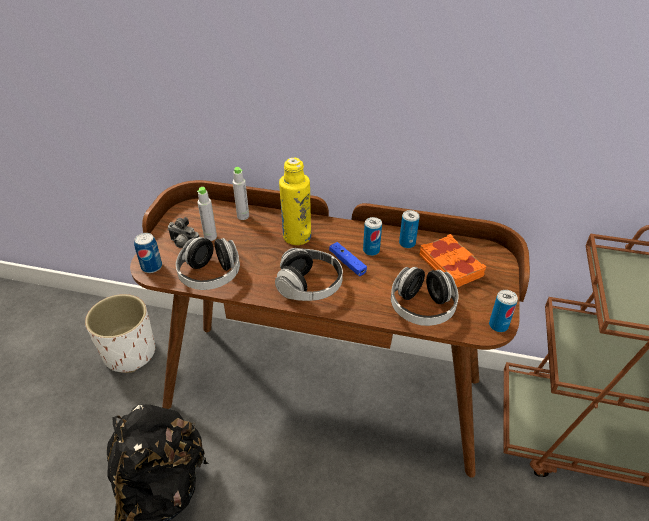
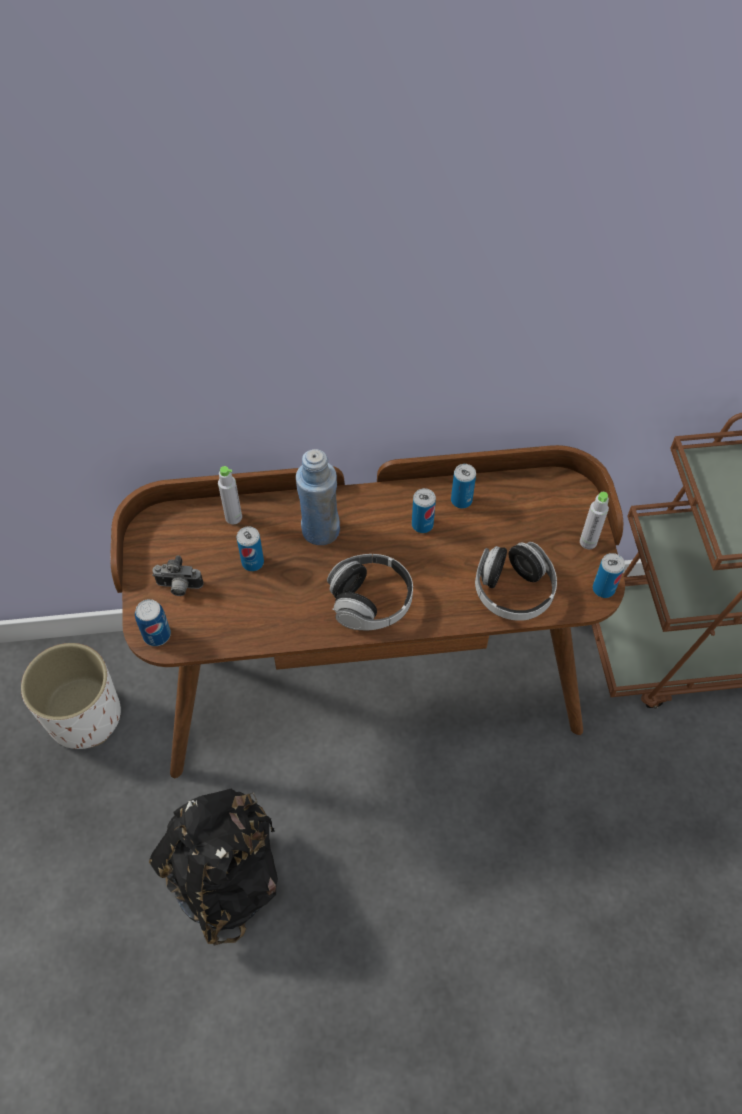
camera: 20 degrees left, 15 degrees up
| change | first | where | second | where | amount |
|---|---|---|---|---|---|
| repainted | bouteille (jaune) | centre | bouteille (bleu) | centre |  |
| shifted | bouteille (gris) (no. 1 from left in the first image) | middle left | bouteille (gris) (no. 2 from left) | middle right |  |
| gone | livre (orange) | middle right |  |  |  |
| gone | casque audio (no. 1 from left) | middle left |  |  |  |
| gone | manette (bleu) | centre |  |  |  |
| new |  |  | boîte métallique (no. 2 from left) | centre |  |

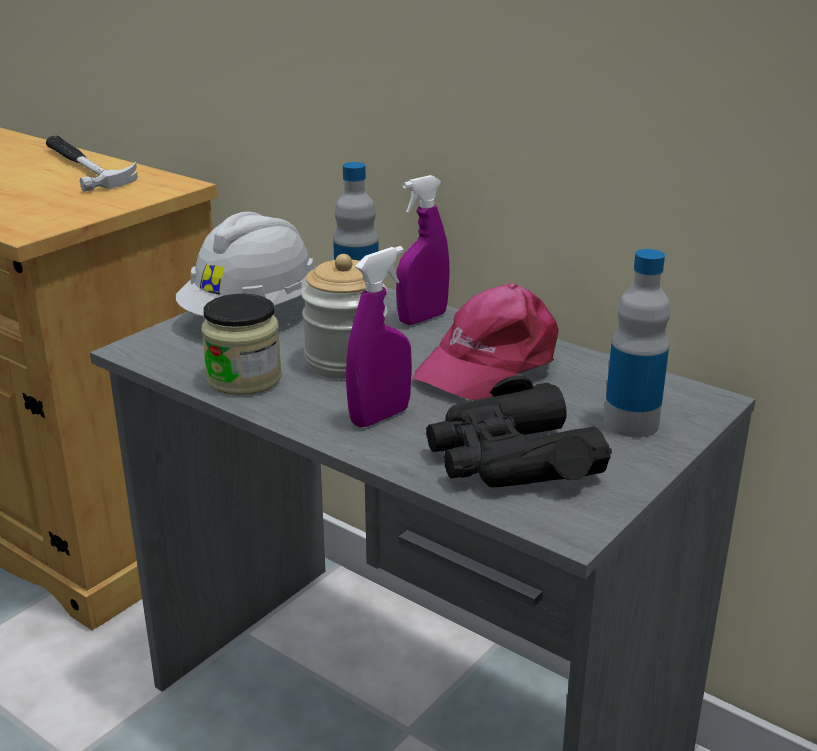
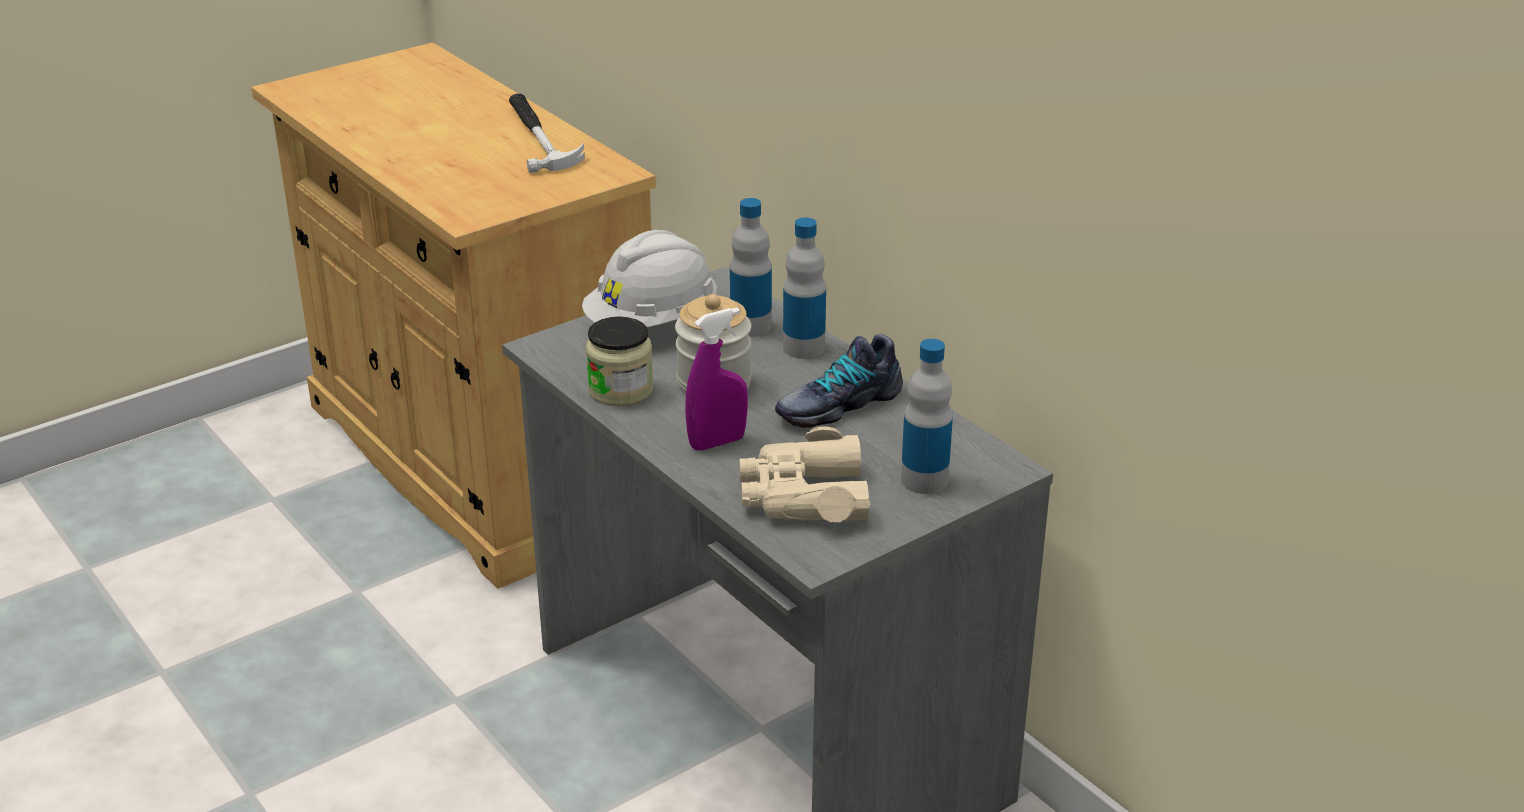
camera: 15 degrees right, 5 degrees up
| change | first | where | second | where | amount |
|---|---|---|---|---|---|
| swapped | vaporisateur (violet) (no. 2 from left) | top centre | bouteille (no. 2 from left) | centre |  |
| swapped | casquette (rose) | centre | chaussure | centre |  |
| repainted | jumelles (noir) | centre | jumelles (beige) | centre |  |

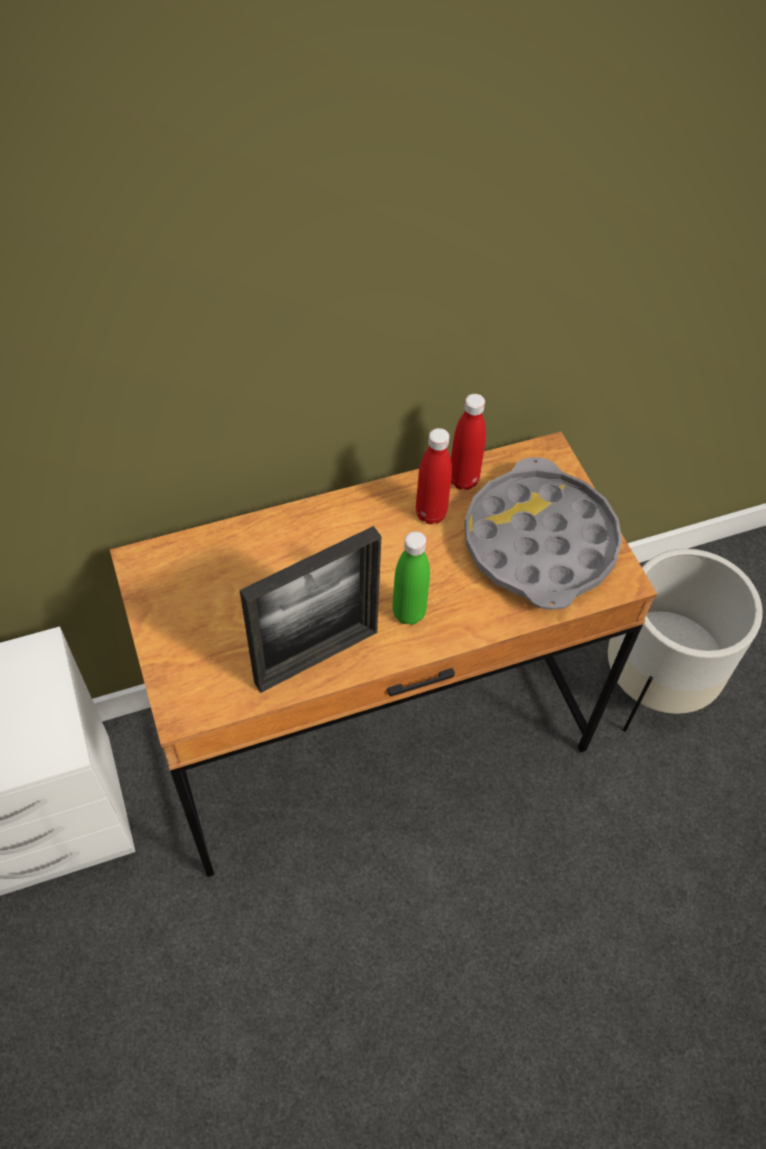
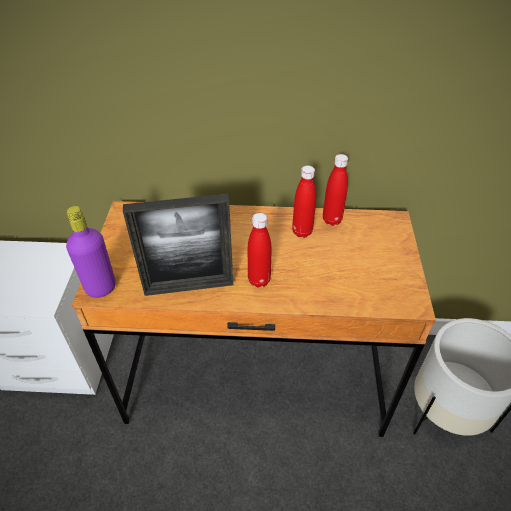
camera: 25 degrees right, 10 degrees down
| change | first | where | second | where | amount |
|---|---|---|---|---|---|
| gone | plateau (gris) | middle right |  |  |  |
| repainted | bouteille (vert) | centre | bouteille (rouge) (no. 1 from left) | centre |  |
| new |  |  | bouteille (violet) | middle left |  |

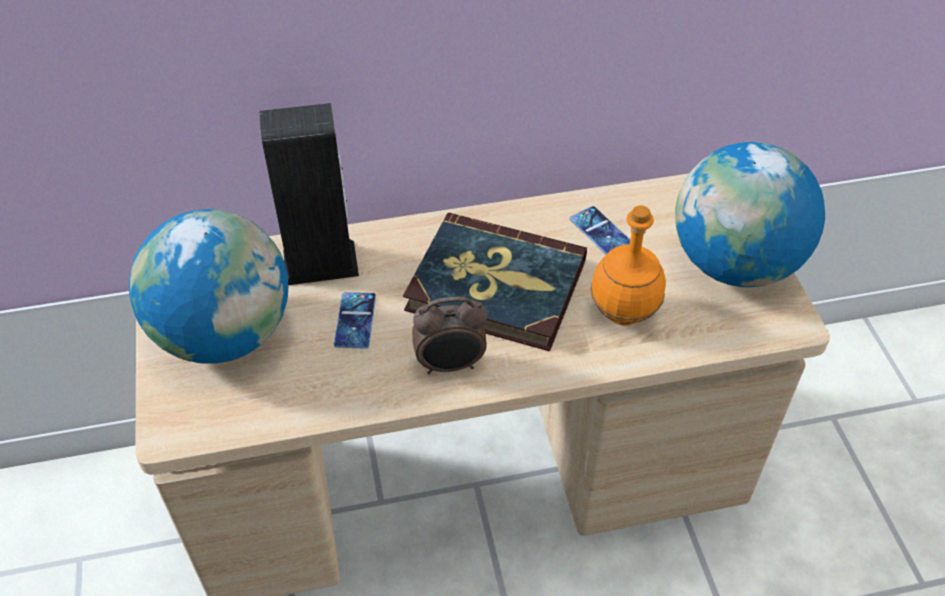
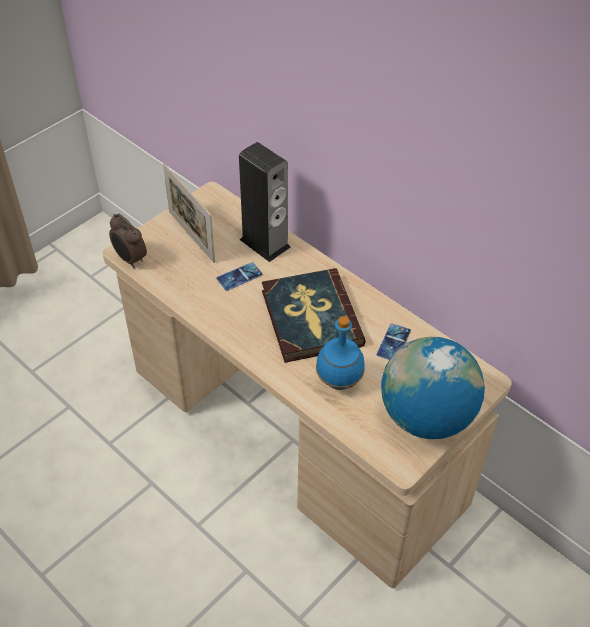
camera: 55 degrees right, 0 degrees up
| change | first | where | second | where | amount |
|---|---|---|---|---|---|
| repainted | bouteille (orange) | centre | bouteille (bleu) | centre |  |
| swapped | globe (no. 1 from left) | middle left | cadre photo | middle left |  |
| shifted | réveil | centre |  | middle left |  |

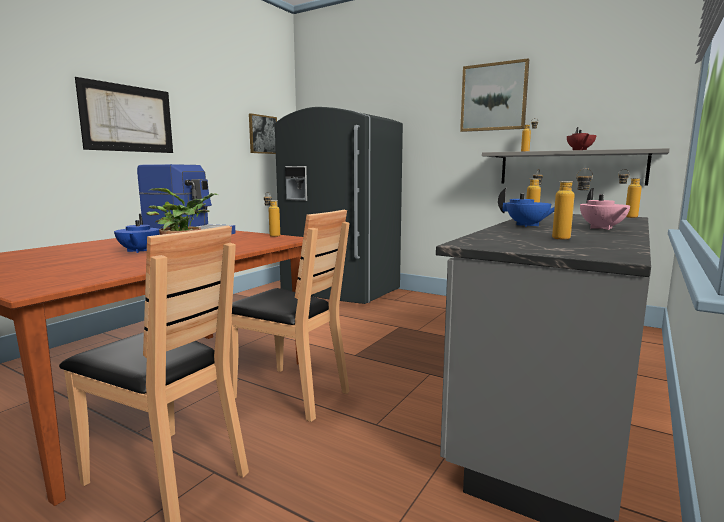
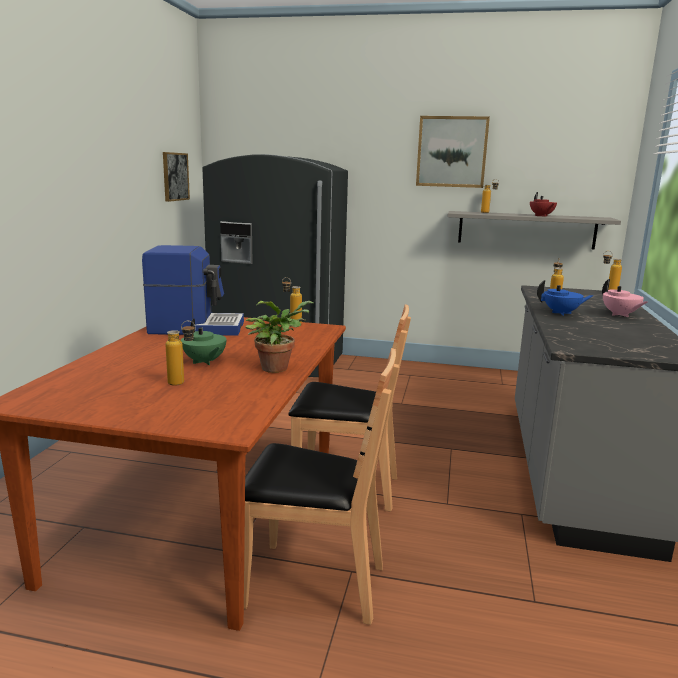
camera: 20 degrees left, 5 degrees up
| change | first | where | second | where | amount |
|---|---|---|---|---|---|
| gone | tableau (no. 1 from left) | top left |  |  |  |
| shifted | bouteille (no. 4 from left in the first image) | middle right | bouteille (no. 1 from left) | middle left |  |
| repainted | théière (bleu) (no. 1 from left) | middle left | théière (vert) | middle left |  |

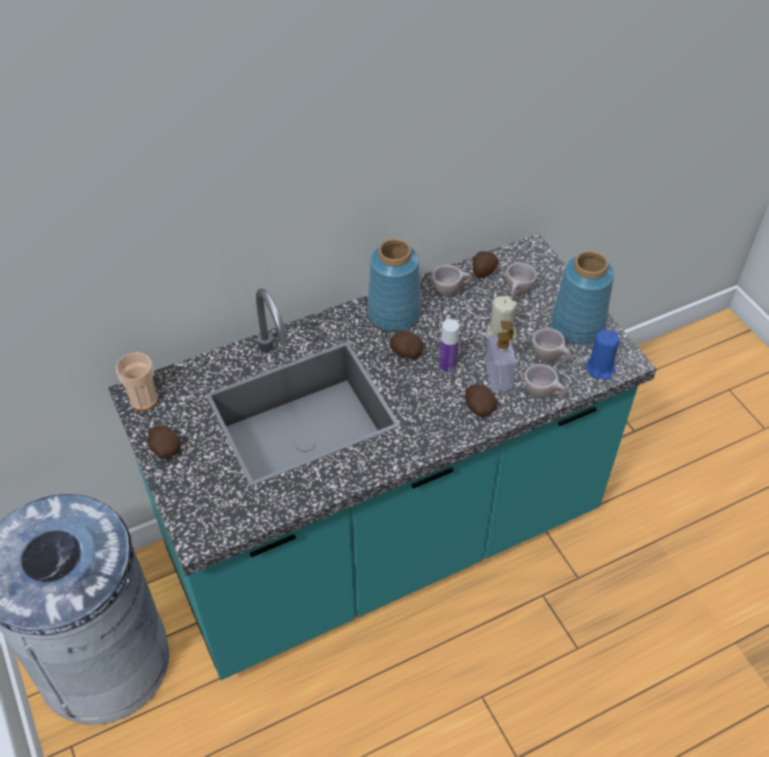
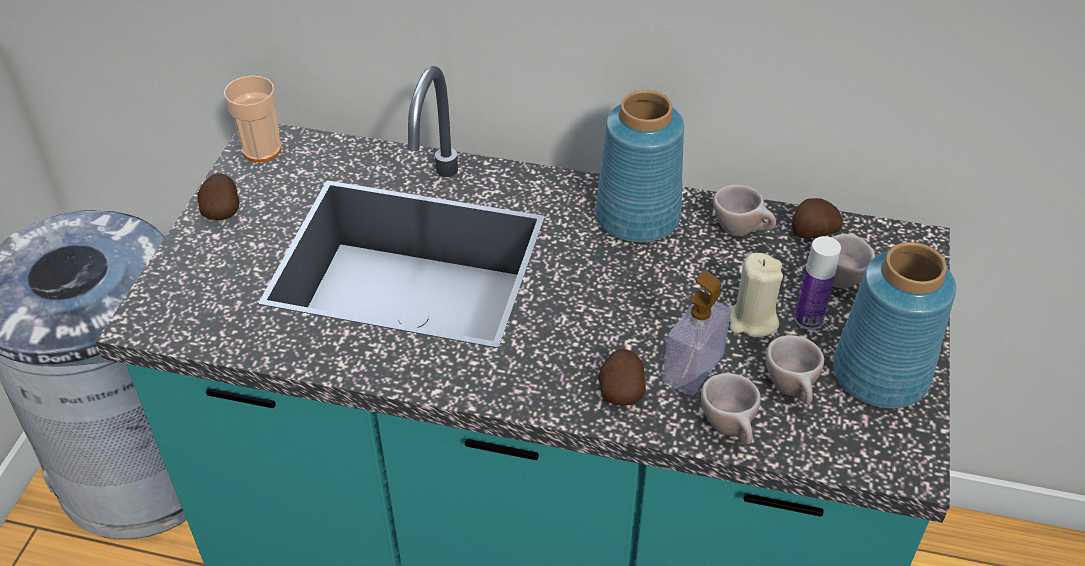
camera: 40 degrees right, 5 degrees down
| change | first | where | second | where | amount |
|---|---|---|---|---|---|
| shifted | bouteille | centre |  | middle right |  |
| gone | bougie (bleu) | middle right |  |  |  |
| gone | pomme de terre (no. 2 from left) | centre |  |  |  |

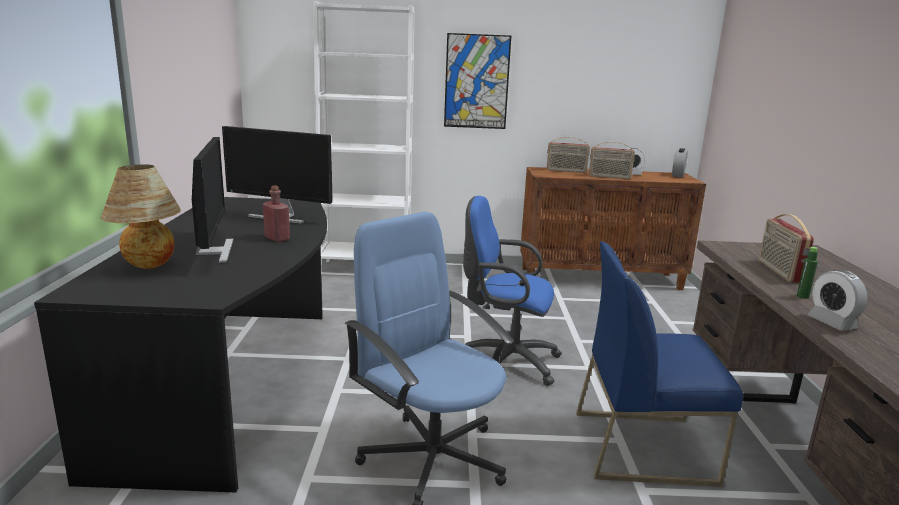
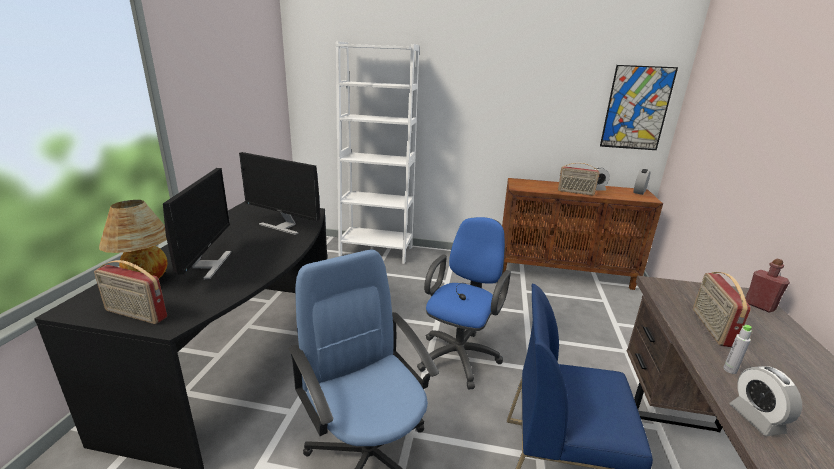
camera: 10 degrees right, 5 degrees up
| change | first | where | second | where | amount |
|---|---|---|---|---|---|
| shifted | tableau | top centre |  | top right |  |
| shifted | radio (no. 1 from left) | top centre |  | middle left |  |
| shifted | bouteille (rouge) | middle left |  | middle right |  |
| rotated | chaise de bureau (bleu) (no. 2 from left) | centre |  | centre | 90 degrees clockwise |
| repainted | bouteille (vert) | middle right | bouteille (gris) | bottom right |  |

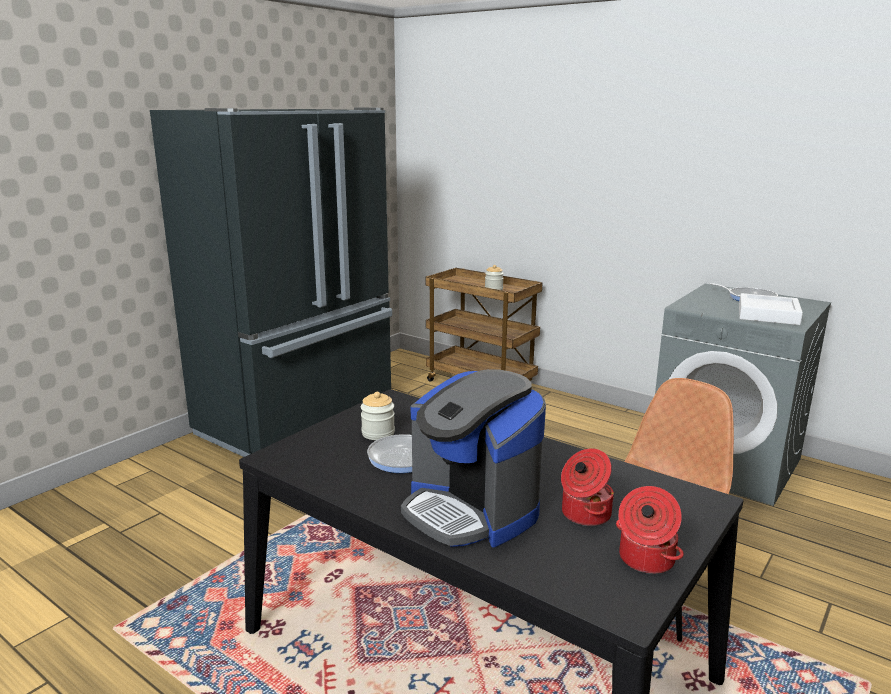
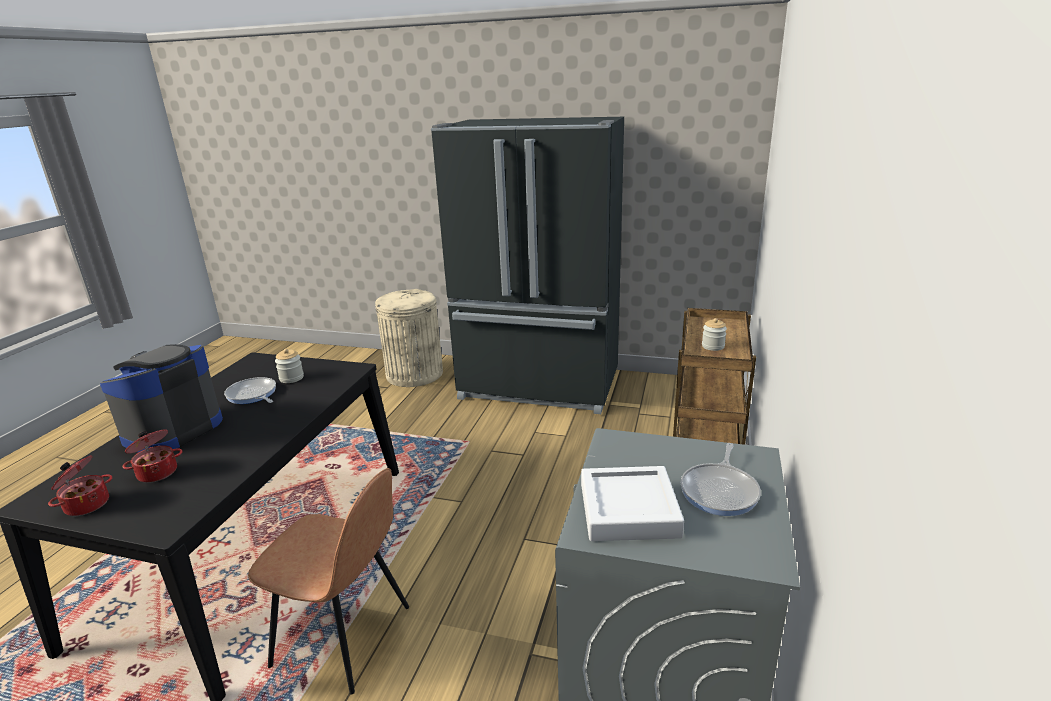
camera: 70 degrees right, 5 degrees up
| change | first | where | second | where | amount |
|---|---|---|---|---|---|
| new |  |  | poubelle (beige) | centre |  |

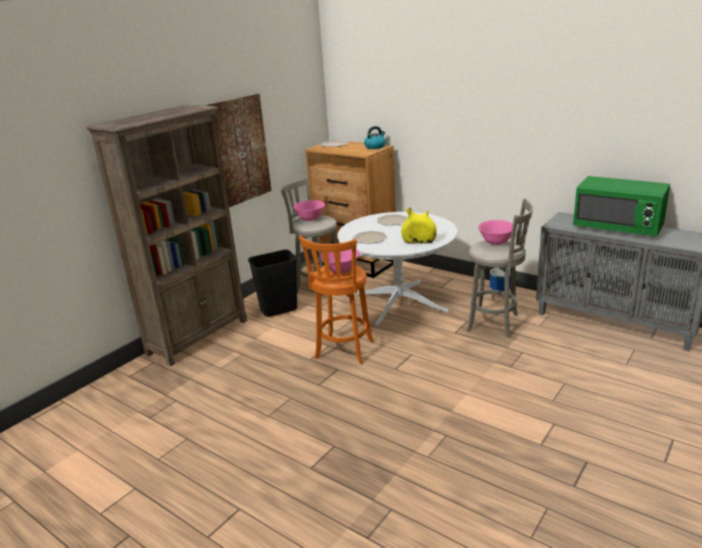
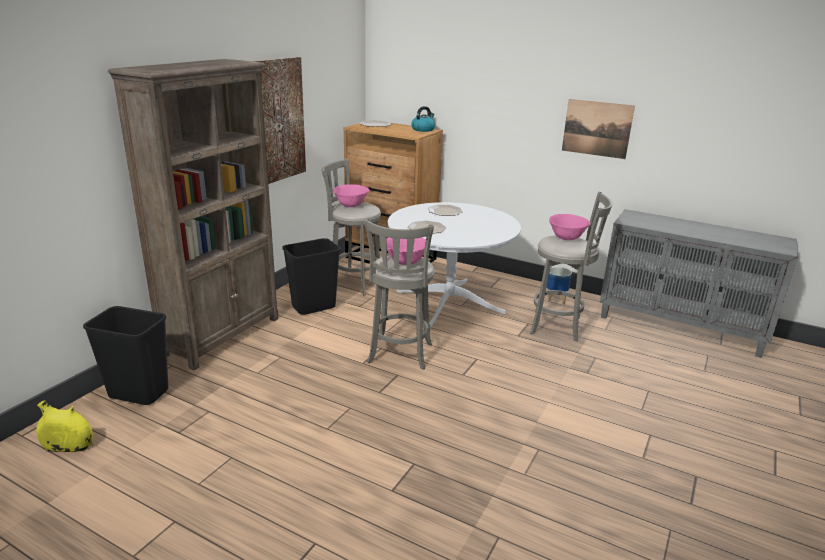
camera: 10 degrees left, 0 degrees up
| change | first | where | second | where | amount |
|---|---|---|---|---|---|
| gone | micro-ondes (vert) | middle right |  |  |  |
| shifted | vase (jaune) | centre |  | bottom left |  |
| repainted | tabouret (orange) | centre | tabouret (gris) (no. 2 from left) | centre |  |
| new |  |  | tableau (no. 2 from left) | top right |  |
| new |  |  | poubelle (noir) (no. 1 from left) | middle left |  |

